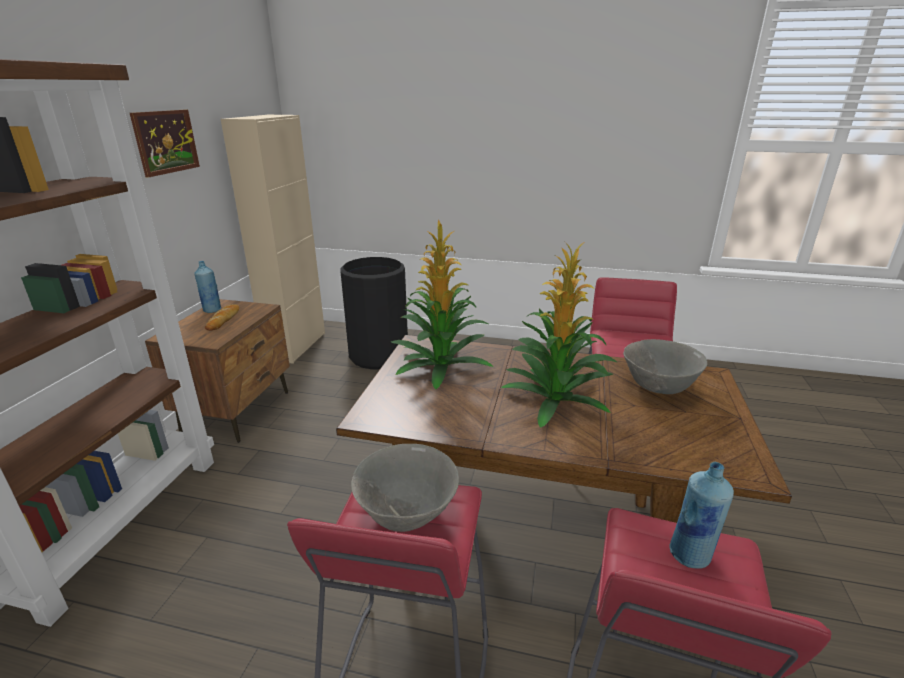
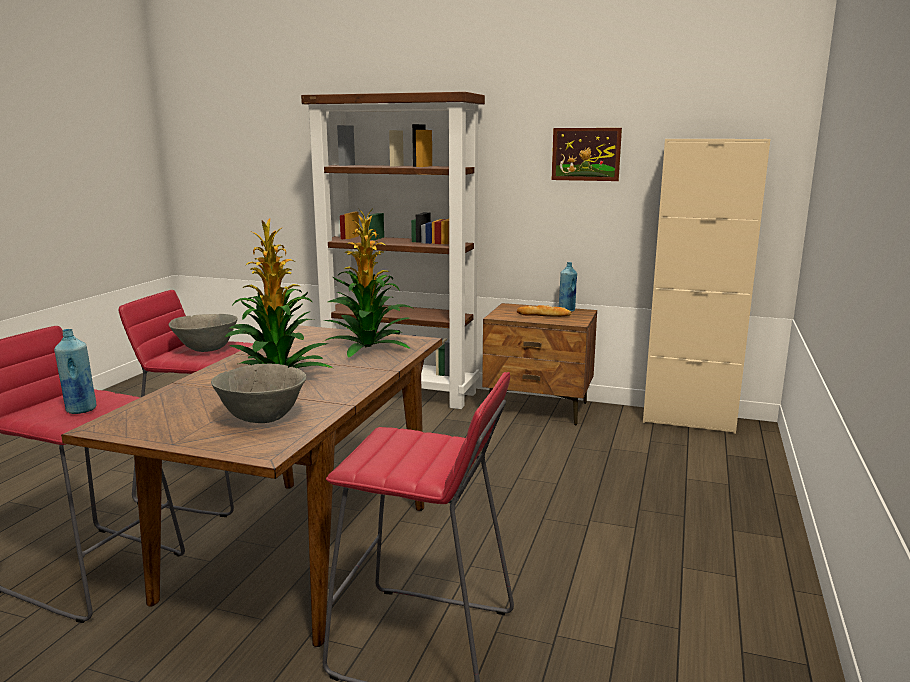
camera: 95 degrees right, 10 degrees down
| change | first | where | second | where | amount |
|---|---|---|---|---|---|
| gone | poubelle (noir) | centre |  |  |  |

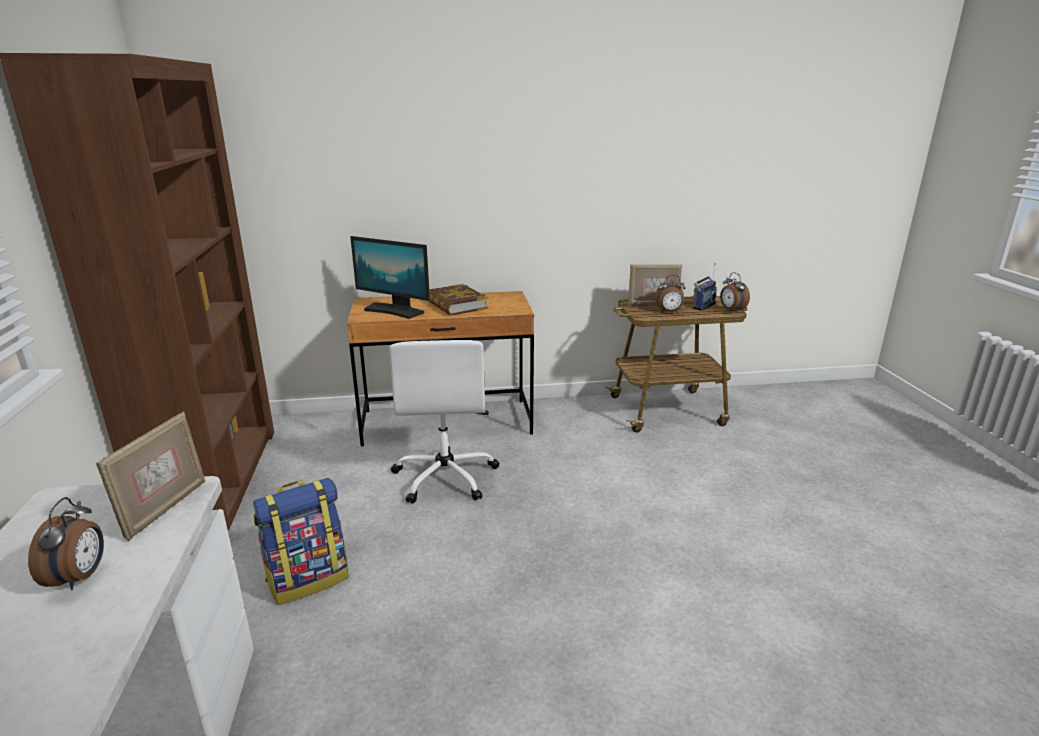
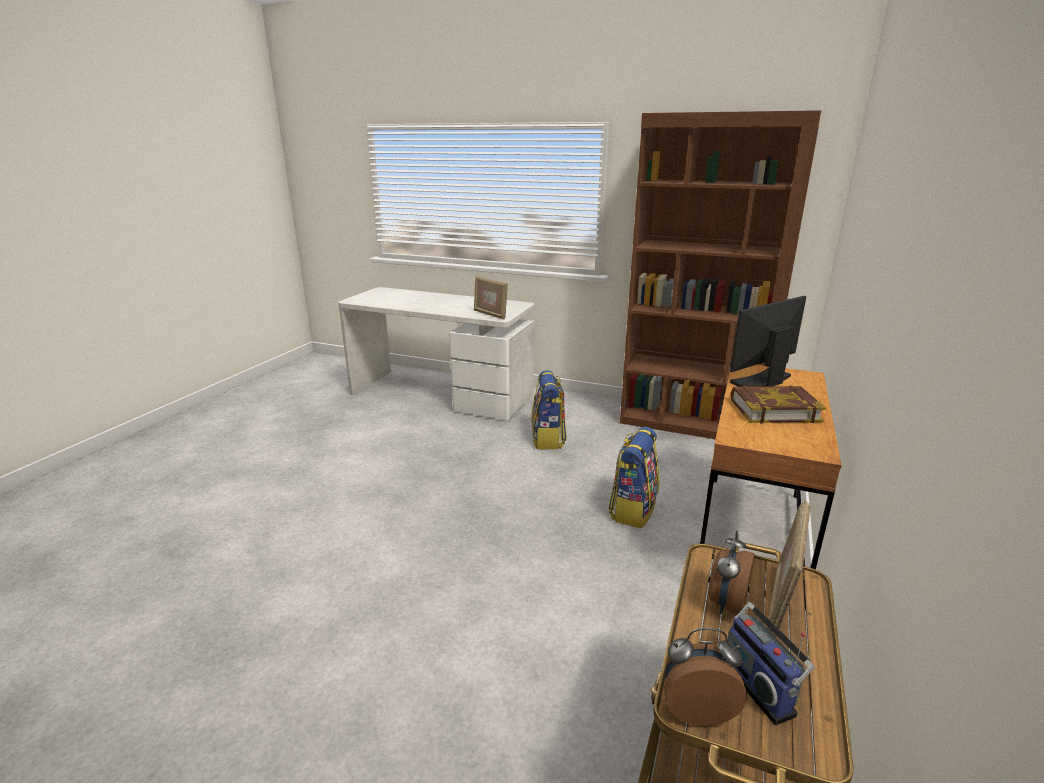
camera: 120 degrees right, 0 degrees up
| change | first | where | second | where | amount |
|---|---|---|---|---|---|
| swapped | chaise de bureau (blanc) | centre | sac à dos (no. 2 from left) | centre |  |
| gone | réveil (no. 1 from left) | bottom left |  |  |  |

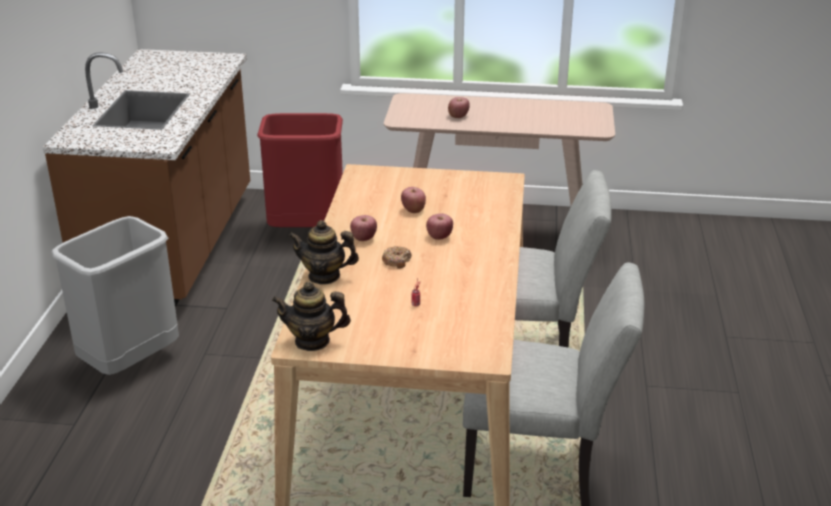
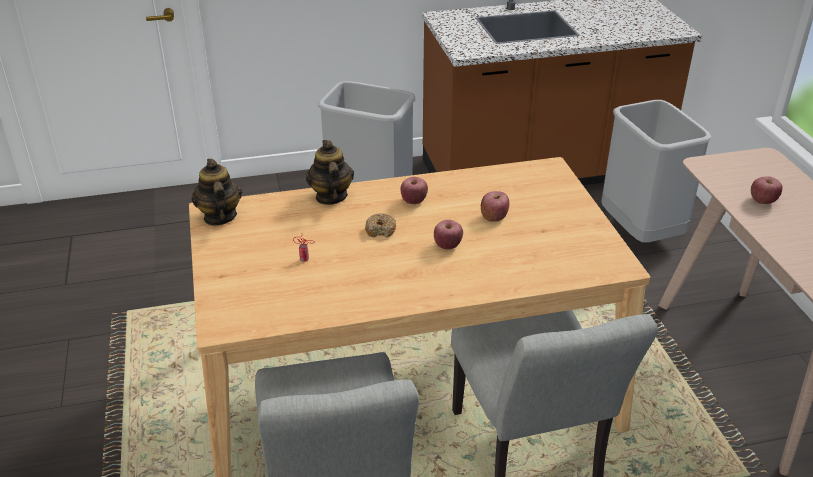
camera: 70 degrees right, 5 degrees up
| change | first | where | second | where | amount |
|---|---|---|---|---|---|
| repainted | poubelle (rouge) | centre | poubelle (gris) (no. 2 from left) | middle right |  |

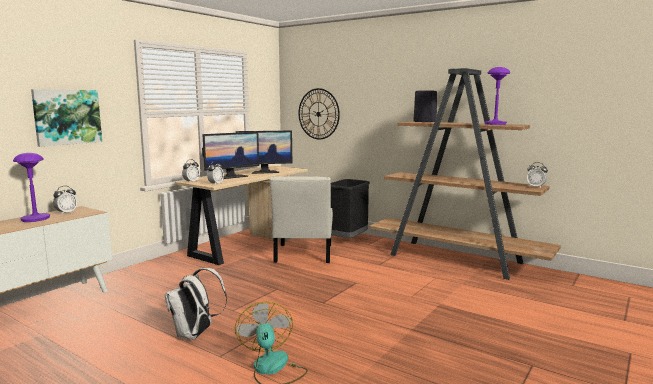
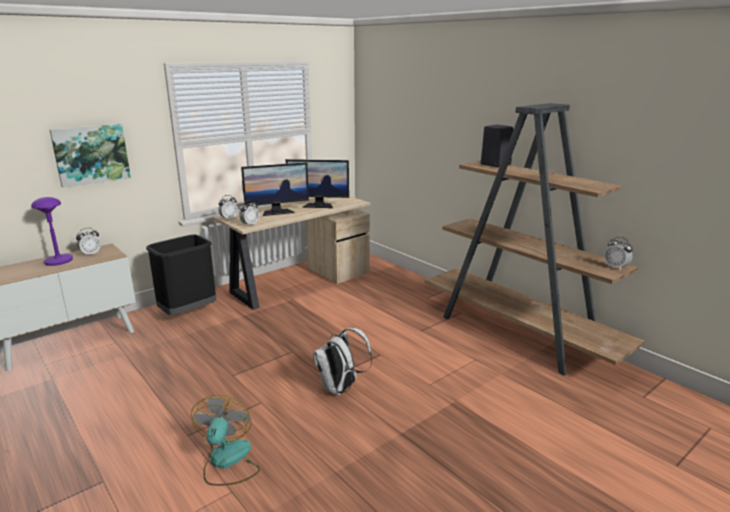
camera: 15 degrees right, 10 degrees up
| change | first | where | second | where | amount |
|---|---|---|---|---|---|
| gone | lampe de table (violet) (no. 2 from left) | top right |  |  |  |
| gone | horloge murale | top centre |  |  |  |
| gone | chaise (blanc) | centre |  |  |  |
| shifted | poubelle (noir) | centre |  | middle left |  |
| shifted | sac à dos (blanc) | bottom left |  | bottom centre |  |

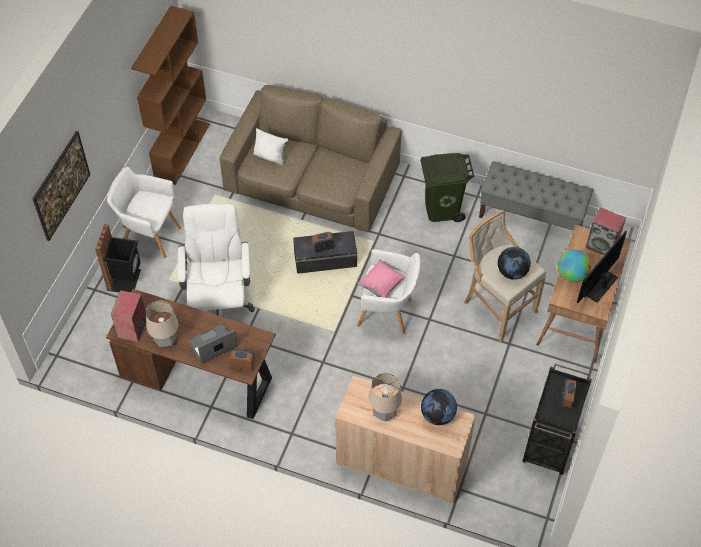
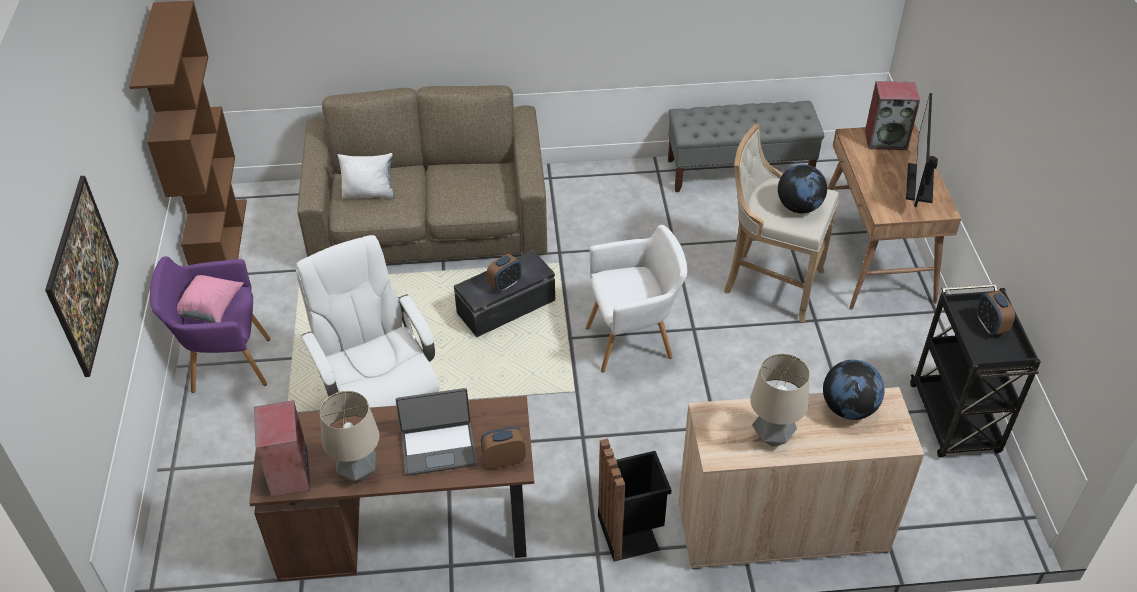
camera: 25 degrees left, 10 degrees down
| change | first | where | second | where | amount |
|---|---|---|---|---|---|
| gone | poubelle (vert) | centre |  |  |  |
| repainted | fauteuil (blanc) (no. 1 from left) | middle left | fauteuil (violet) | middle left |  |
| shifted | poubelle (noir) | middle left |  | bottom centre |  |
| gone | globe (no. 3 from left) | middle right |  |  |  |
| shifted | coussin (rose) | centre |  | middle left |  |
| rotated | ordinateur portable | middle left |  | bottom centre | 135 degrees counterclockwise |

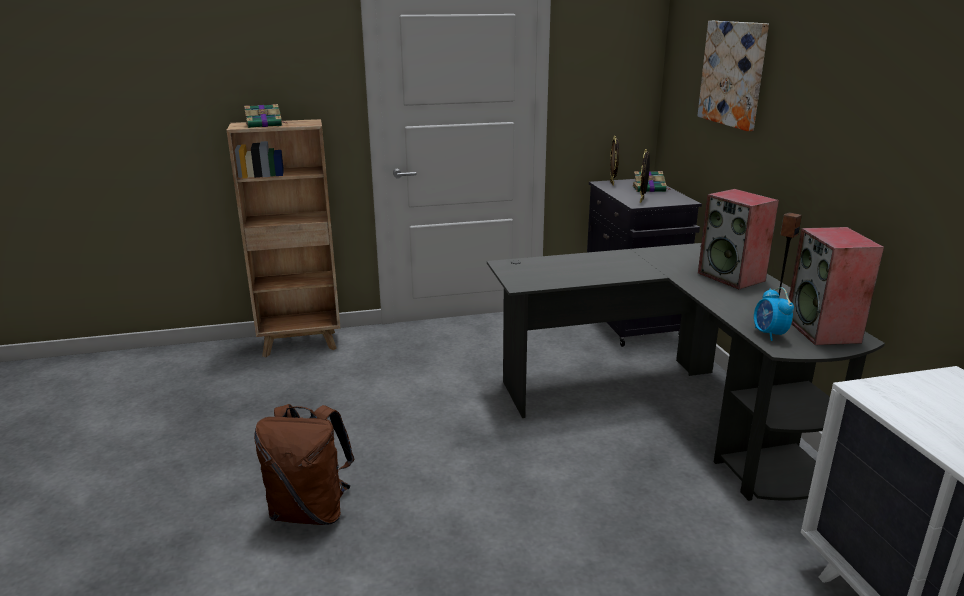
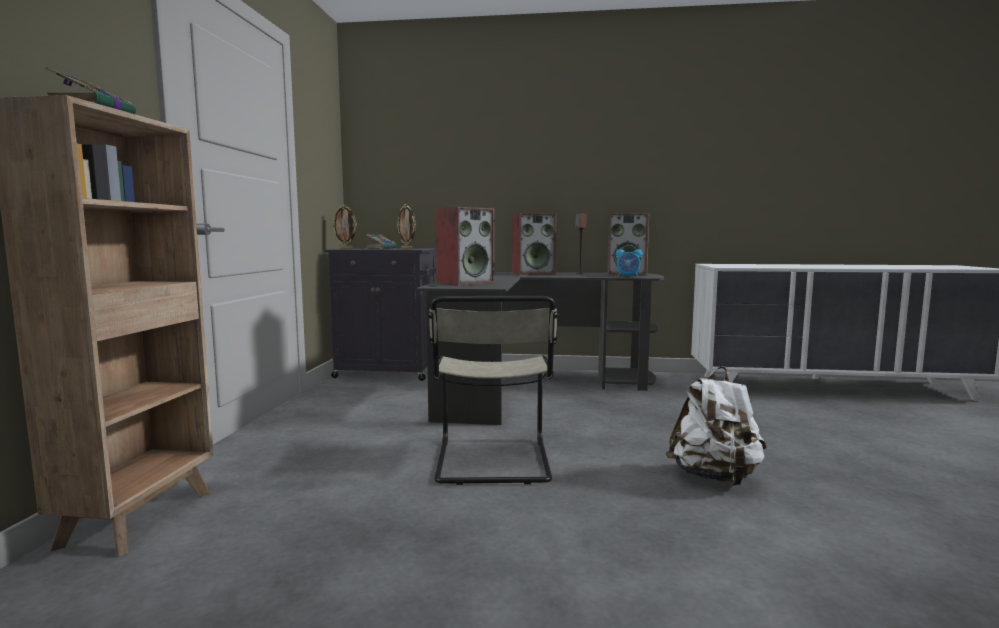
camera: 70 degrees left, 15 degrees down
| change | first | where | second | where | amount |
|---|---|---|---|---|---|
| gone | tableau | top right |  |  |  |
| gone | sac à dos (marron) | bottom left |  |  |  |
| new |  |  | enceinte (no. 1 from left) | centre |  |
| new |  |  | chaise (beige) | centre |  |
| new |  |  | sac à dos (blanc) | bottom right |  |

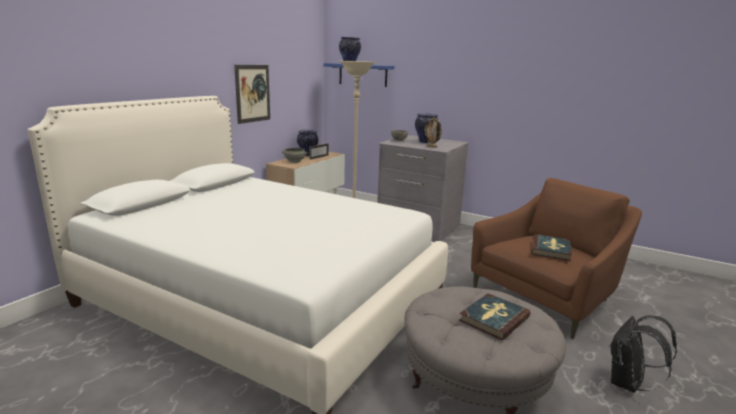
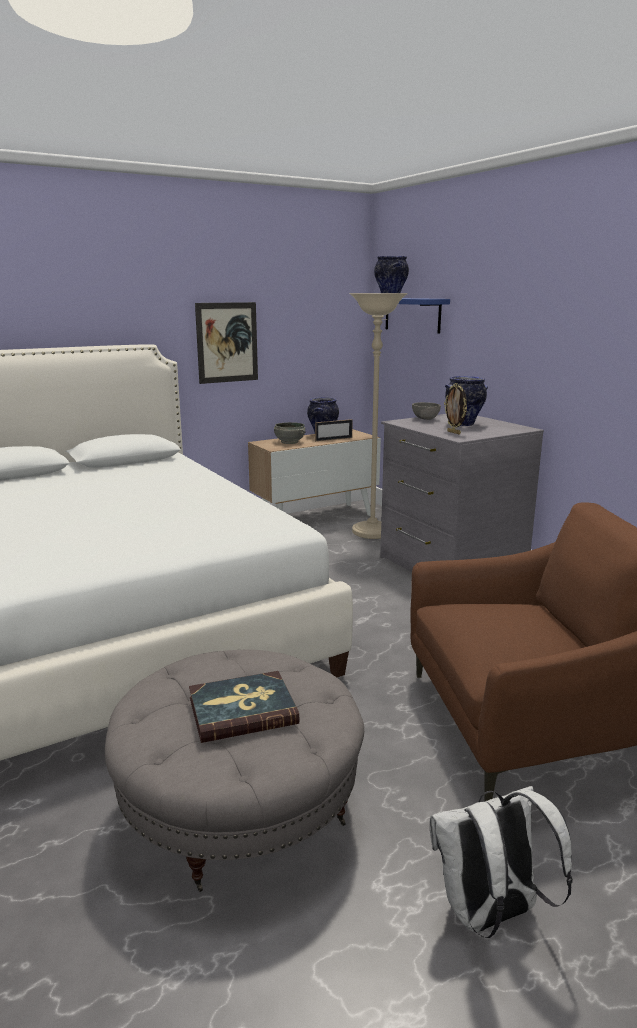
camera: 30 degrees right, 0 degrees up
| change | first | where | second | where | amount |
|---|---|---|---|---|---|
| gone | livre (no. 2 from left) | middle right |  |  |  |
| repainted | sac à dos (noir) | bottom right | sac à dos (blanc) | bottom right |  |

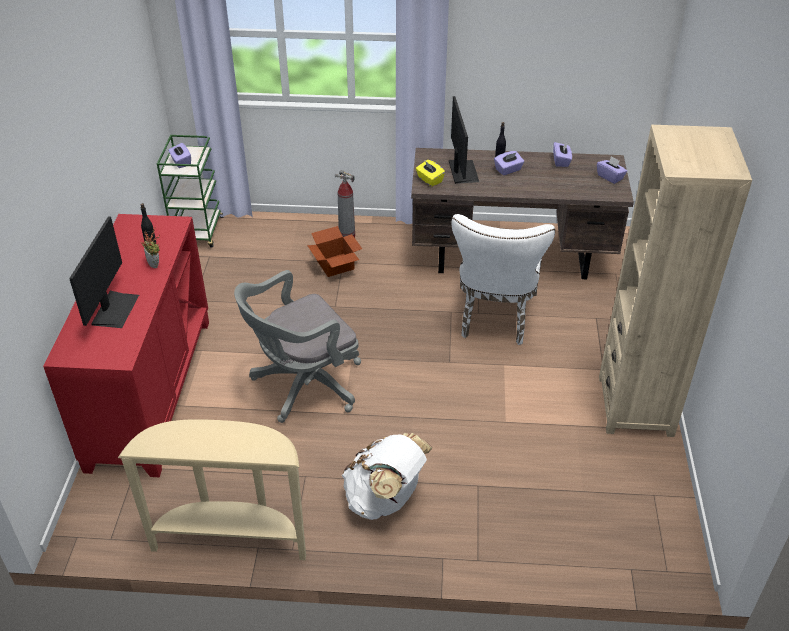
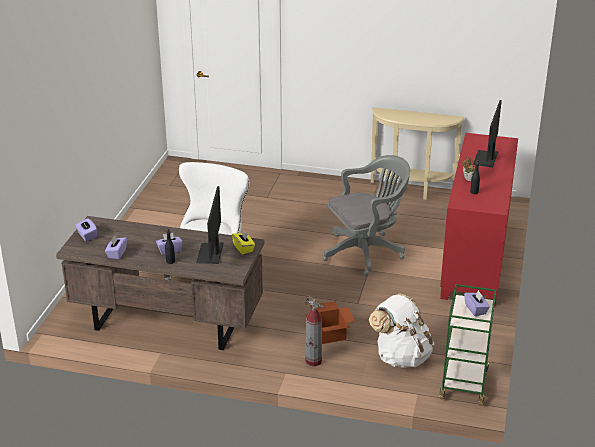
camera: 170 degrees left, 10 degrees down
| change | first | where | second | where | amount |
|---|---|---|---|---|---|
| gone | bibliothèque (beige) | middle right |  |  |  |
| shifted | sac à dos (blanc) | bottom centre |  | bottom right |  |

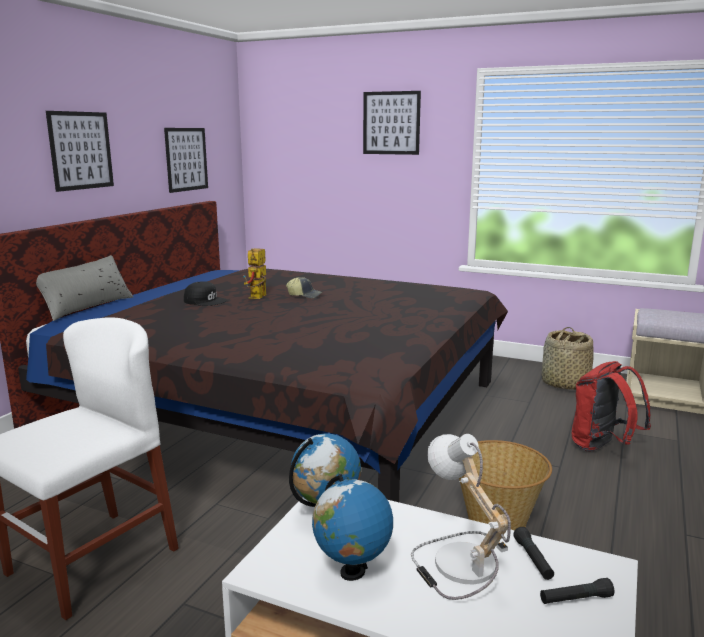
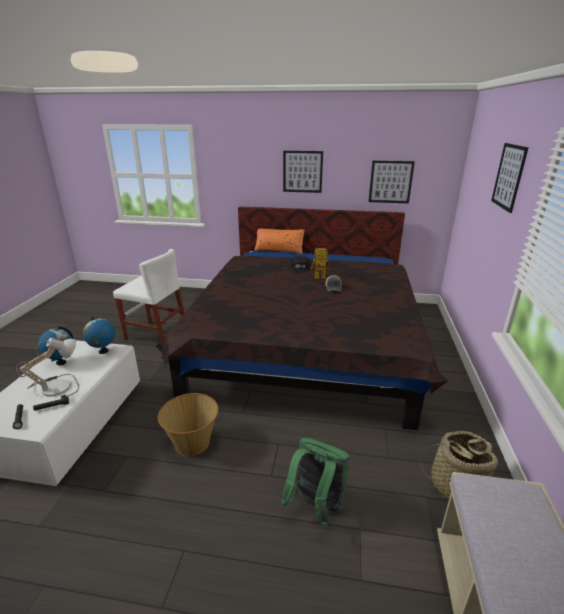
camera: 75 degrees right, 10 degrees up
| change | first | where | second | where | amount |
|---|---|---|---|---|---|
| repainted | coussin (gris) | middle left | coussin (orange) | centre |  |
| repainted | sac à dos (rouge) | middle right | sac à dos (vert) | bottom centre |  |

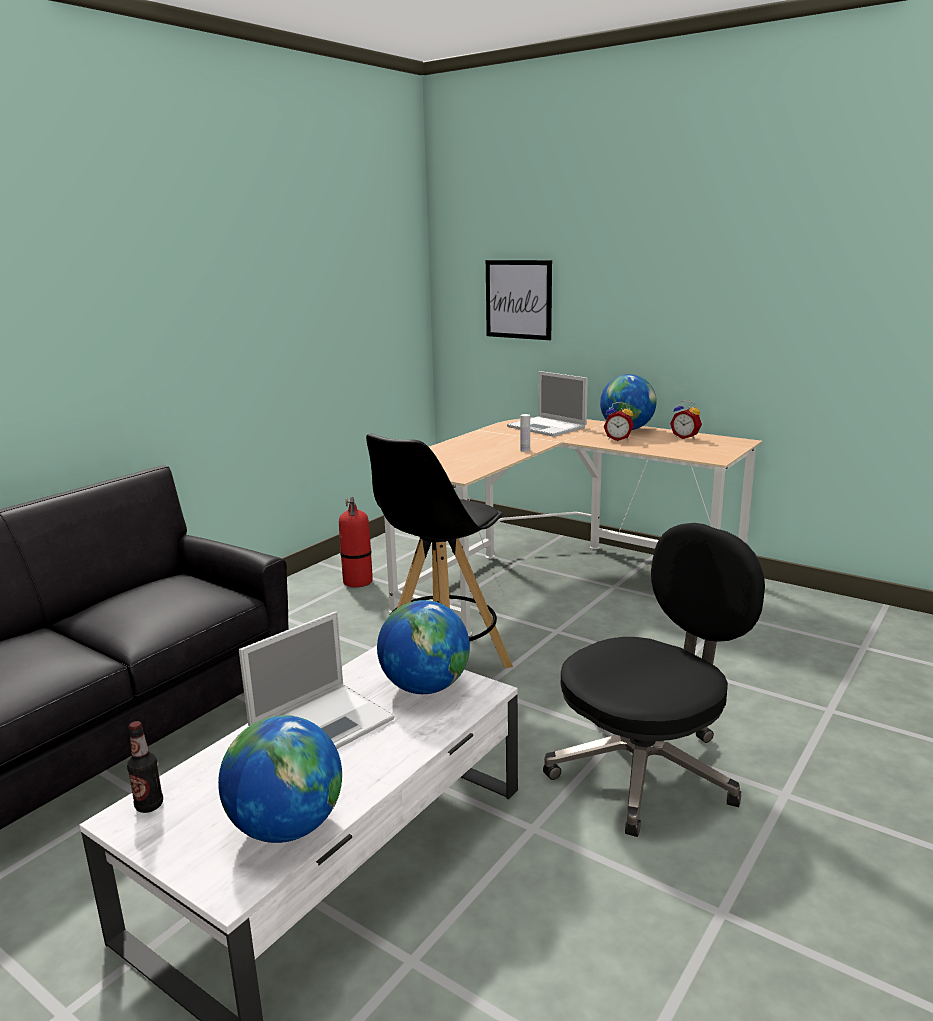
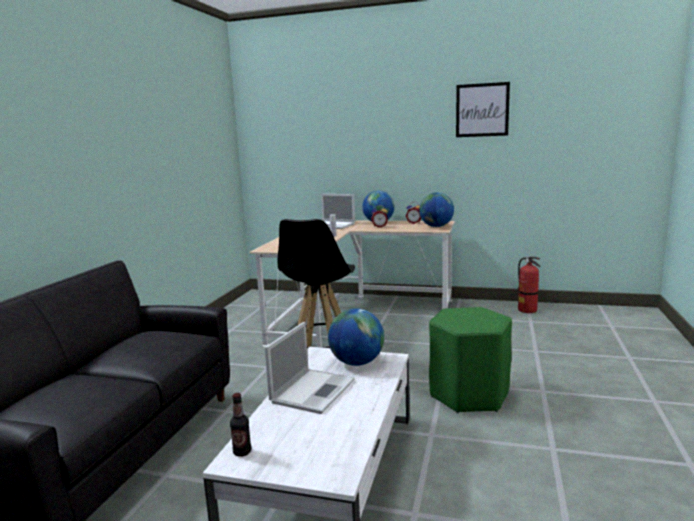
camera: 20 degrees left, 5 degrees down
| change | first | where | second | where | amount |
|---|---|---|---|---|---|
| shifted | tableau | top centre |  | top right |  |
| shifted | extincteur | centre |  | middle right |  |
| swapped | chaise de bureau (noir) | middle right | tabouret (vert) | bottom right |  |
| shifted | globe (no. 1 from left in the first image) | bottom left | globe (no. 3 from left) | centre |  |

